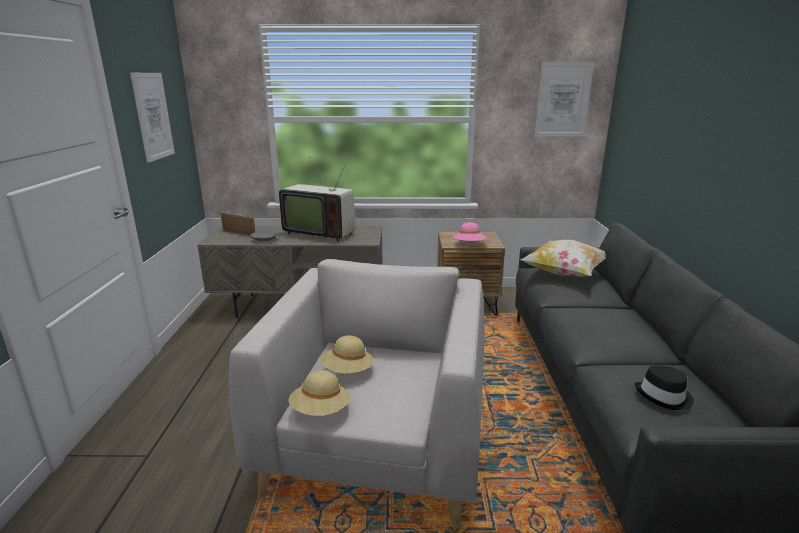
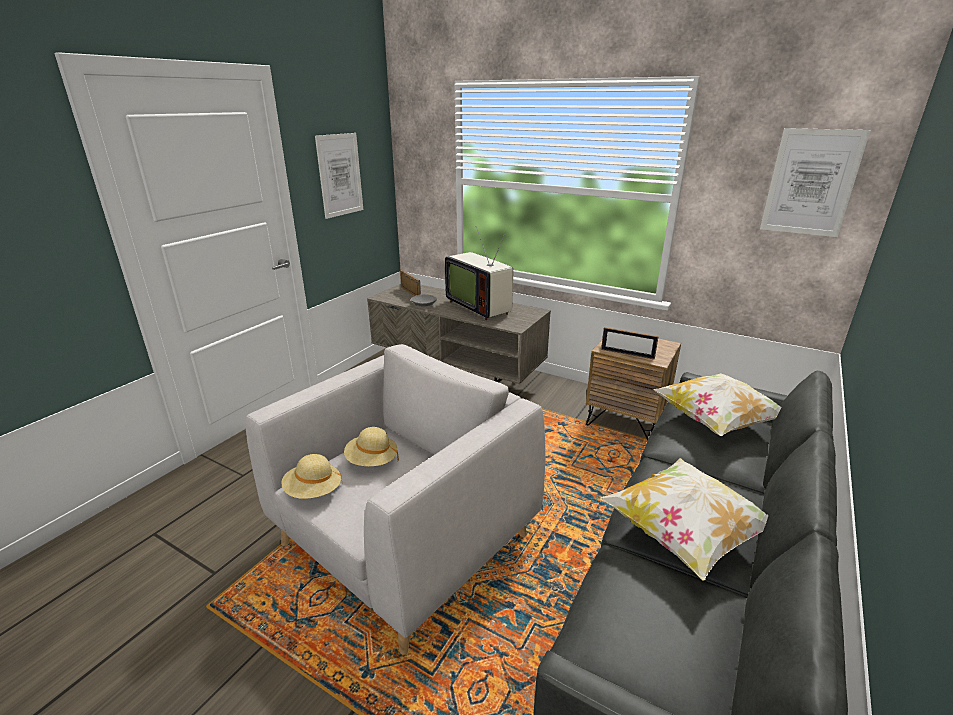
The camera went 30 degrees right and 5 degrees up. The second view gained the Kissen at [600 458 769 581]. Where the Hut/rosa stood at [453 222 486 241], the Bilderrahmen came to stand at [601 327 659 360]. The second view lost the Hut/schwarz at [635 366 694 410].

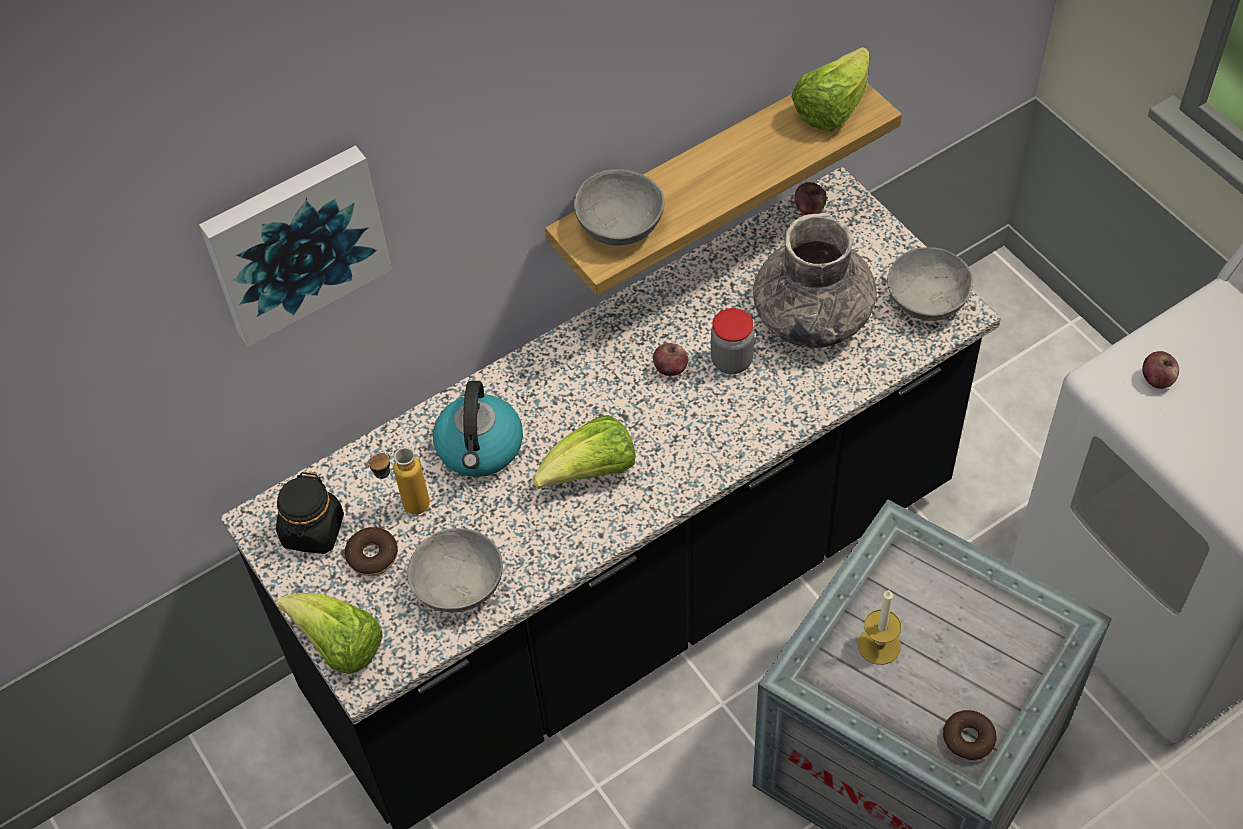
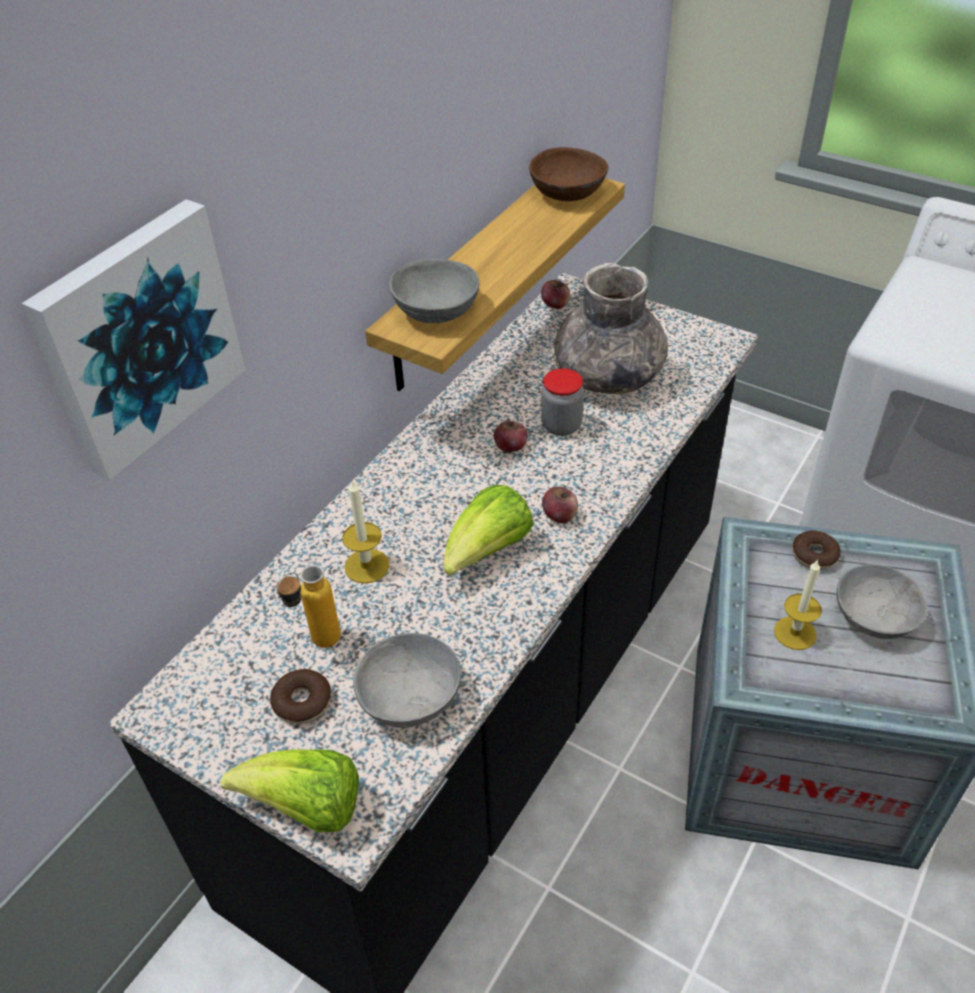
The camera went 25 degrees left and 10 degrees down. Where the Wasserkessel stood at [433 381 523 477], the Kerze came to stand at [342 479 389 584]. Where the Salatkopf stood at [791 47 869 131], the Schüssel/braun came to stand at [529 147 608 201]. The Apfel ended up elsewhere, having gone from [1142 351 1179 389] to [542 486 578 523]. The Donut ended up elsewhere, having gone from [943 710 997 761] to [792 531 841 569]. The Schüssel/grau ended up elsewhere, having gone from [887 247 973 321] to [837 564 928 639]. The second view lost the Vorratsglas/schwarz at [276 472 344 554].

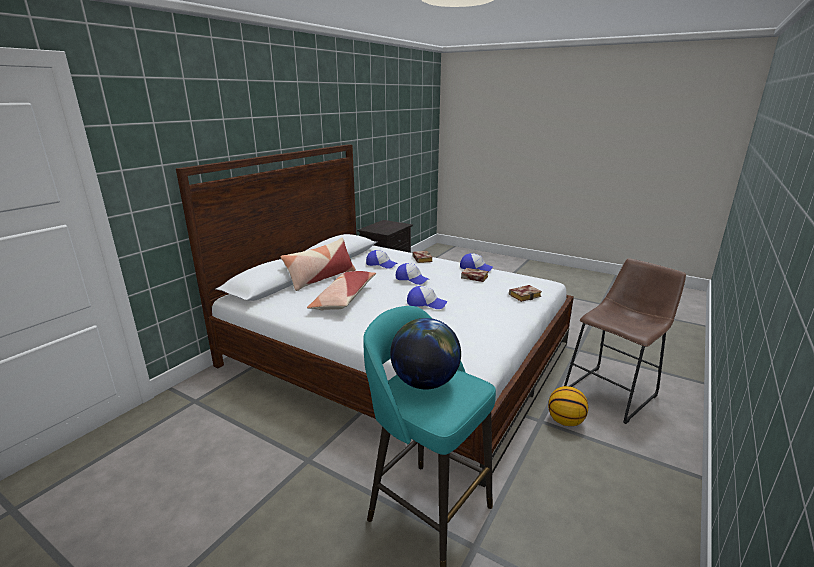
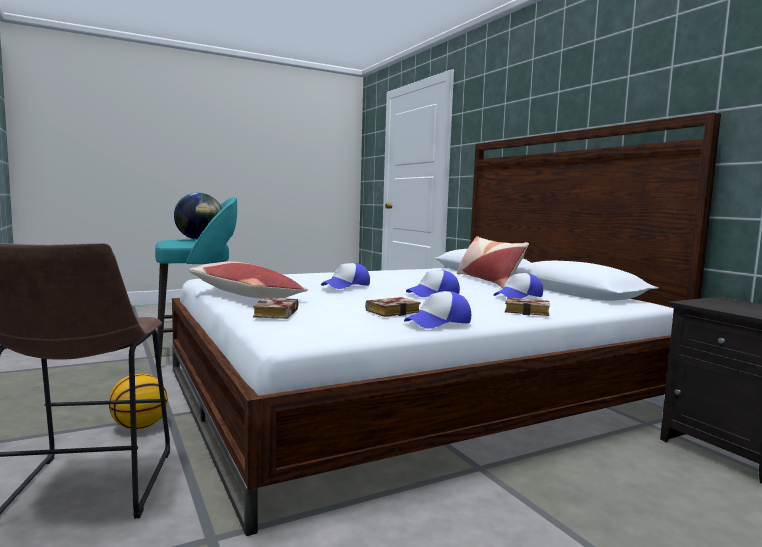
The camera went 120 degrees right and 15 degrees down. The Kissen ended up elsewhere, having gone from [307 271 376 310] to [189 262 308 299].

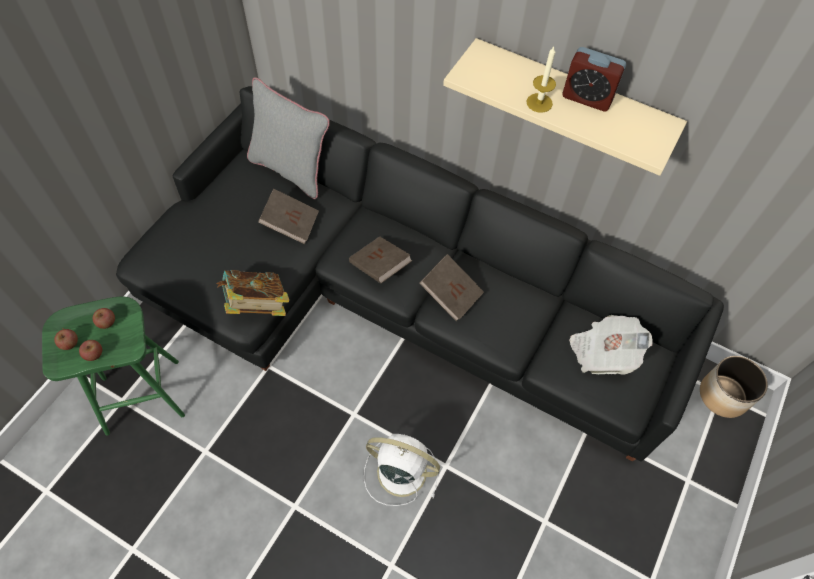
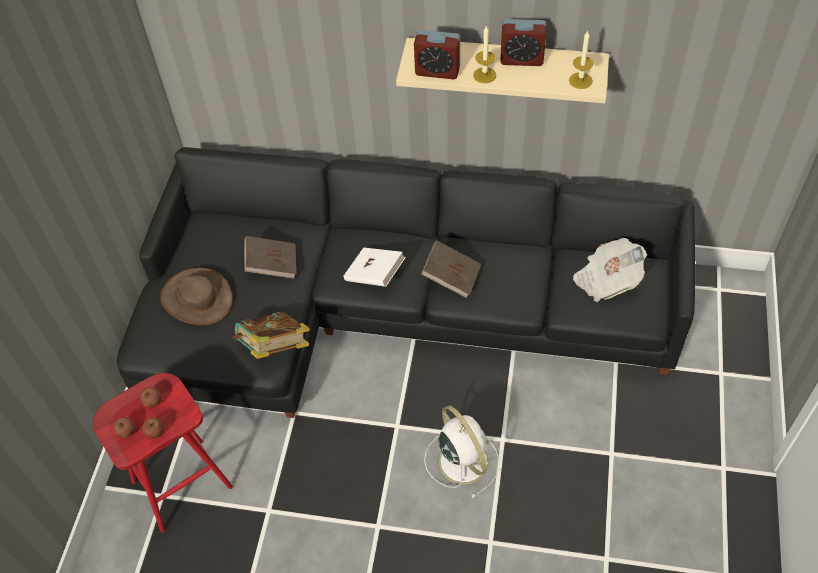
The camera went 15 degrees left and 5 degrees down. What was the Hocker/grün at [42 297 185 436] turned into the Hocker/rot at [93 373 233 533]. The second view gained the Hut/braun at [160 268 233 326]. What was the Buch/braun at [349 237 412 284] turned into the Buch/weiß at [344 248 406 287]. The second view gained the Wecker at [414 30 460 79]. The Ventilator/weiß at [364 434 440 506] ended up facing another way, 60 degrees clockwise from before. The second view gained the Kerze at [569 31 593 89]. The second view lost the Kissen/grau at [247 77 330 199]. The second view lost the Pflanzkübel at [700 356 768 418].

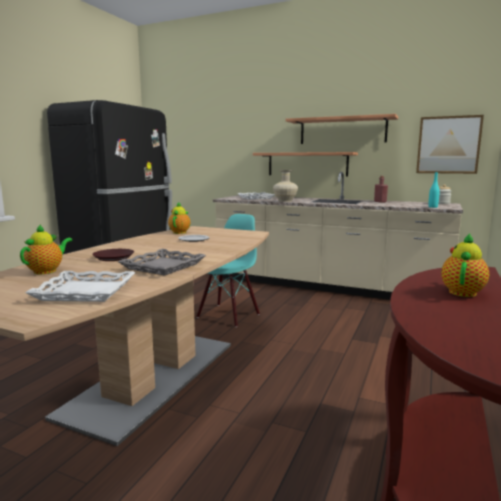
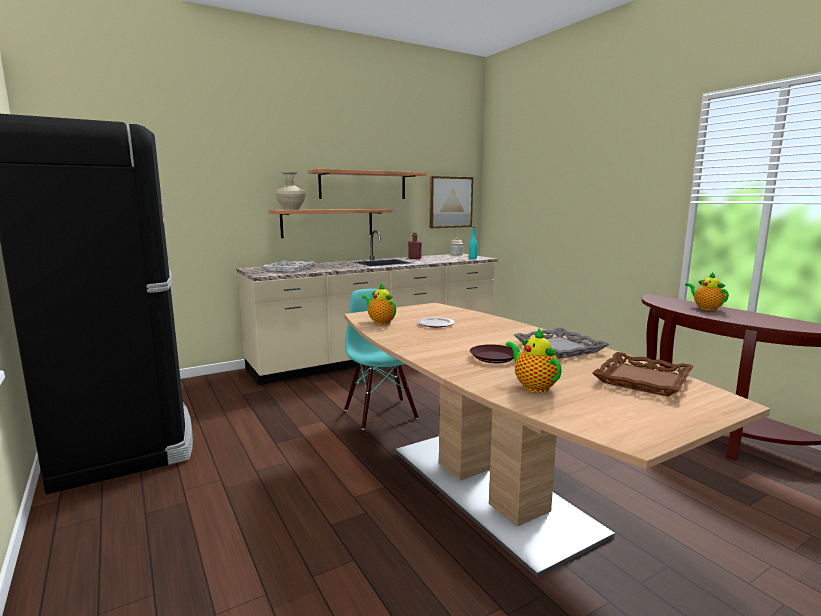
The camera went 55 degrees left and 0 degrees up. The Vase/beige ended up elsewhere, having gone from [273 170 298 202] to [275 172 306 210]. What was the Tablett/weiß at [25 271 136 302] turned into the Tablett/braun at [592 352 694 397].

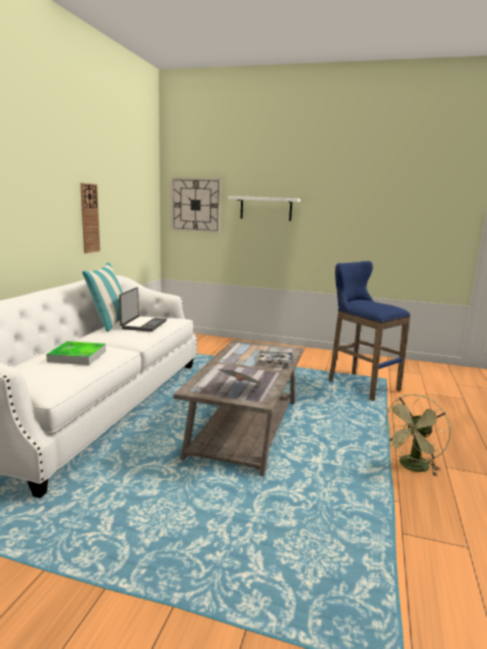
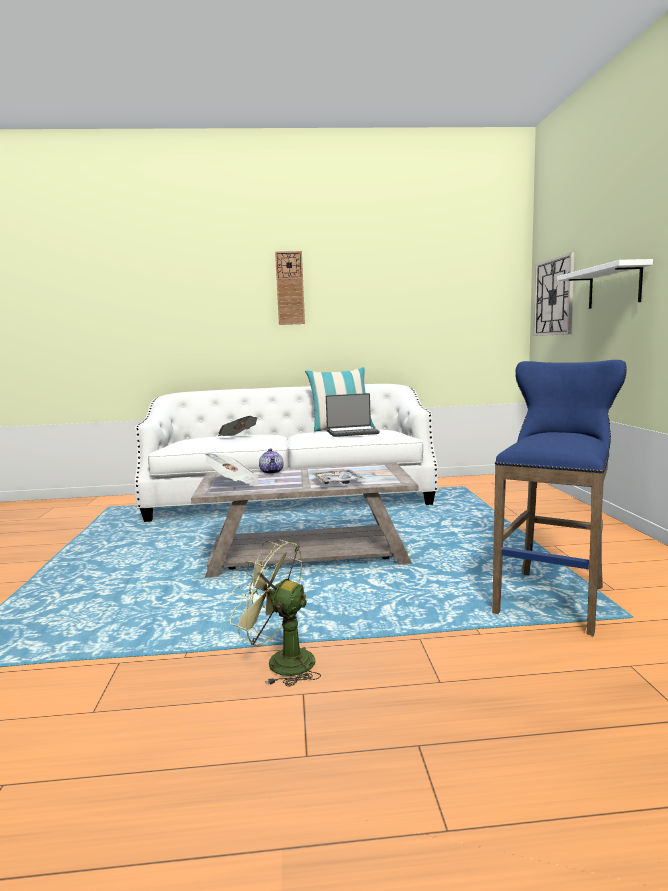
The camera went 70 degrees right and 5 degrees down. Where the Tablett stood at [46 341 106 365], the Zeitung came to stand at [218 416 257 436]. The second view gained the Teekanne at [259 449 283 474]. The Wanduhr ended up elsewhere, having gone from [80 183 100 253] to [275 251 305 325].

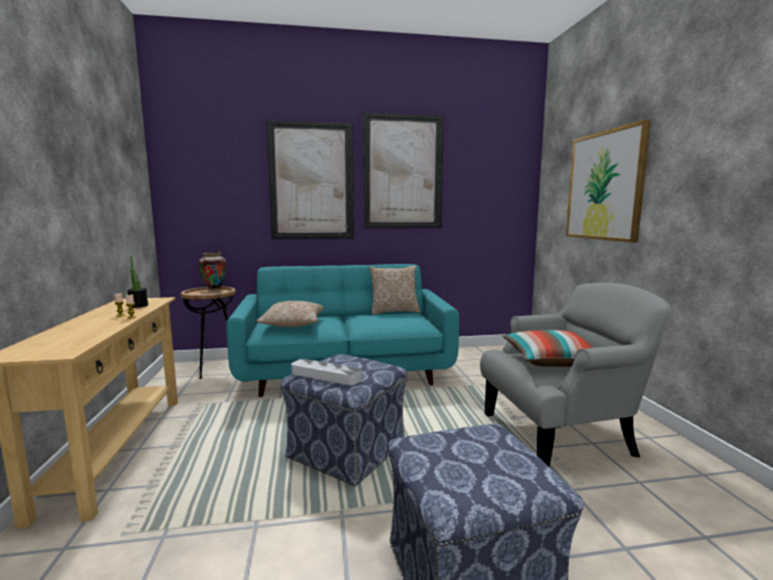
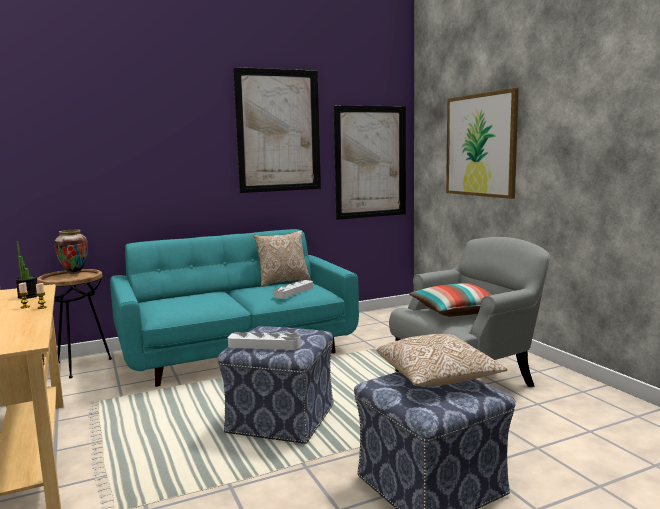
The camera went 15 degrees left and 0 degrees up. The second view gained the Tablett/grau at [273 280 313 299]. The Bild ended up elsewhere, having gone from [266 120 354 239] to [333 105 406 220]. The Kissen ended up elsewhere, having gone from [256 301 324 327] to [377 334 508 386].

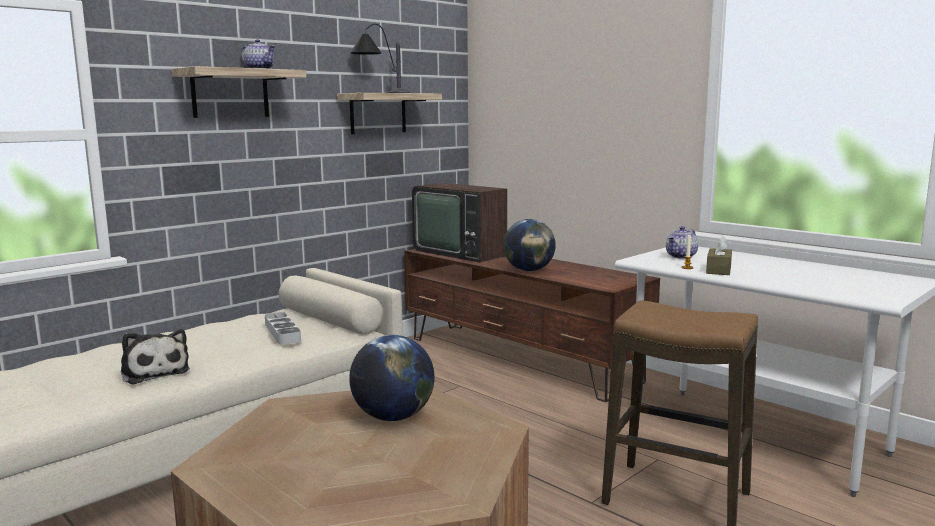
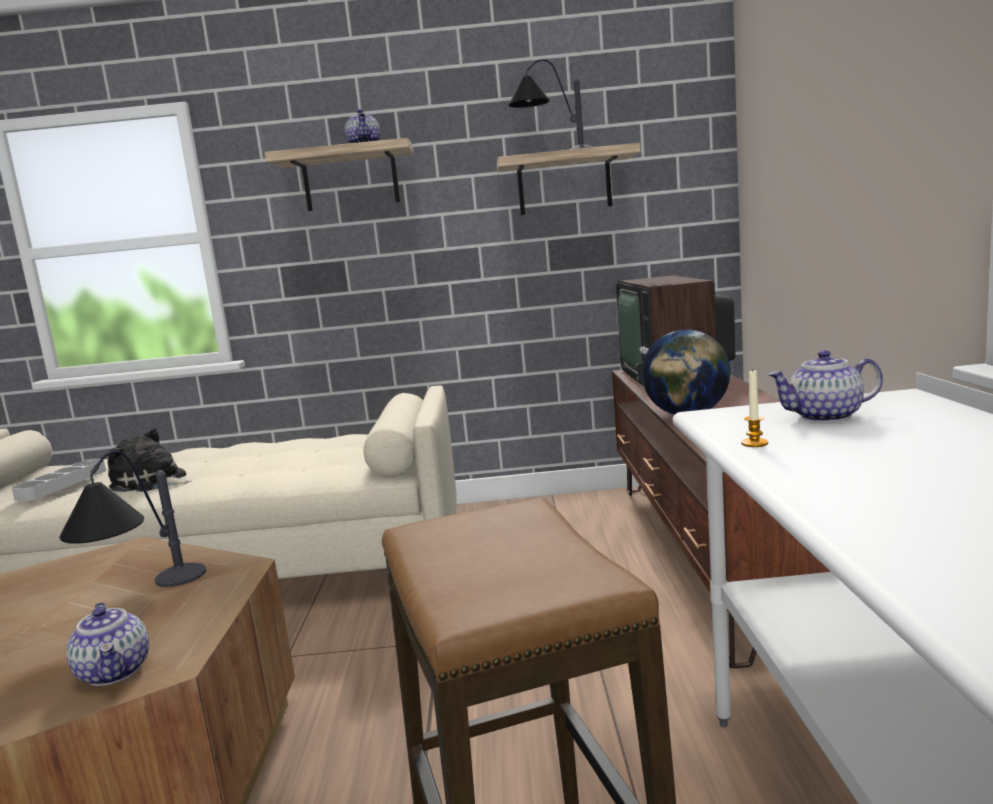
The camera went 45 degrees right and 0 degrees up. The Tablett/grau ended up elsewhere, having gone from [265 312 301 345] to [11 459 106 501]. Where the Globus stood at [349 335 435 421], the Tischlampe came to stand at [60 451 206 587]. The second view gained the Teekanne at [66 602 149 686]. The Plüschtier at [121 329 190 385] ended up facing another way, 105 degrees clockwise from before. The second view lost the Taschentuchbox/braun at [706 236 732 275].

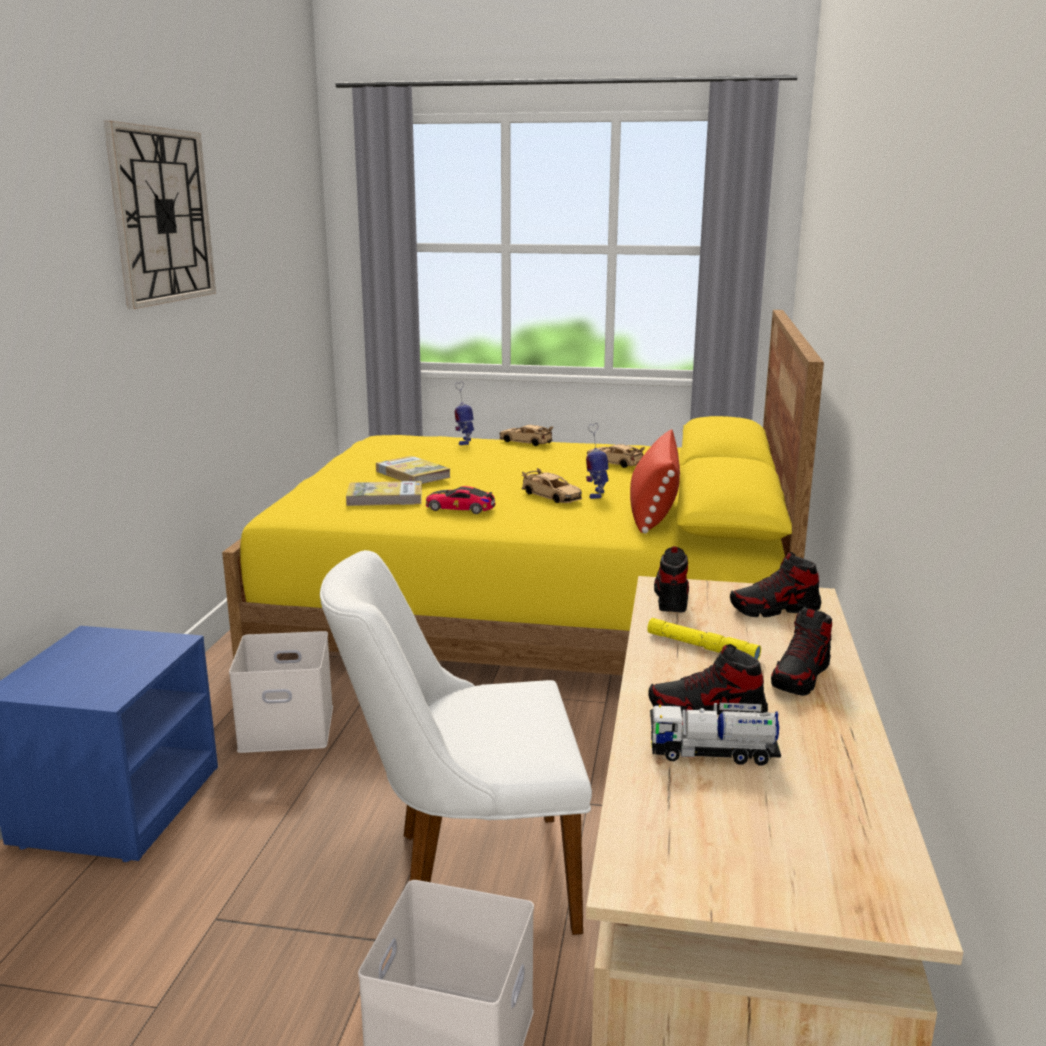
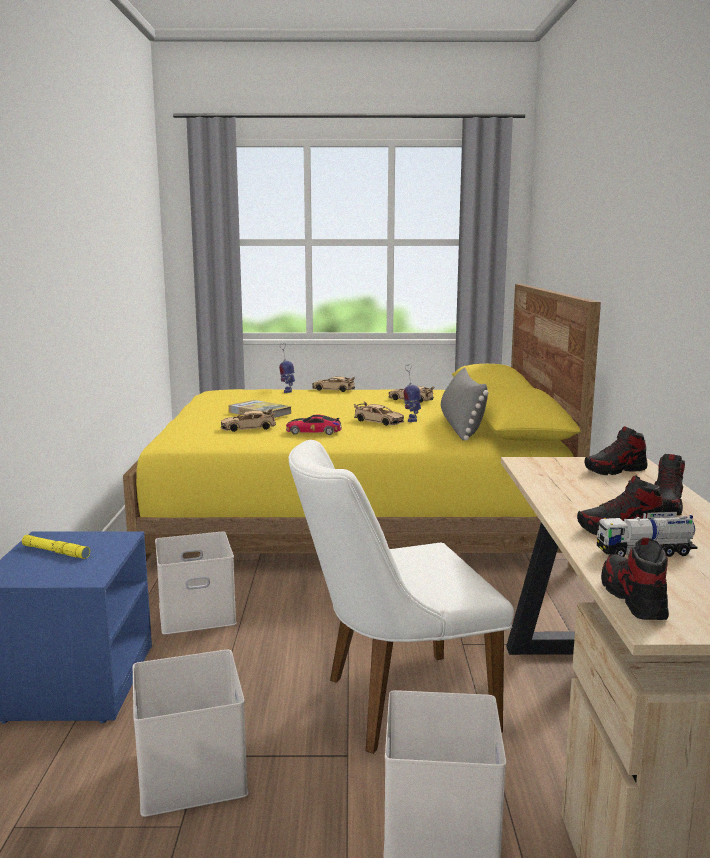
The camera went 10 degrees left and 5 degrees down. The Taschenlampe/gelb ended up elsewhere, having gone from [647 618 761 660] to [22 535 90 559]. The second view gained the Aufbewahrungsbox/weiß at [133 650 249 817]. Where the Buch stood at [346 481 422 506], the Spielzeugauto/beige came to stand at [221 409 276 432]. What was the Kissen/rot at [630 429 680 534] turned into the Kissen/grau at [441 367 489 441]. The Schuh ended up elsewhere, having gone from [654 546 689 613] to [601 537 669 620]. The second view lost the Wanduhr at [104 121 216 309].

